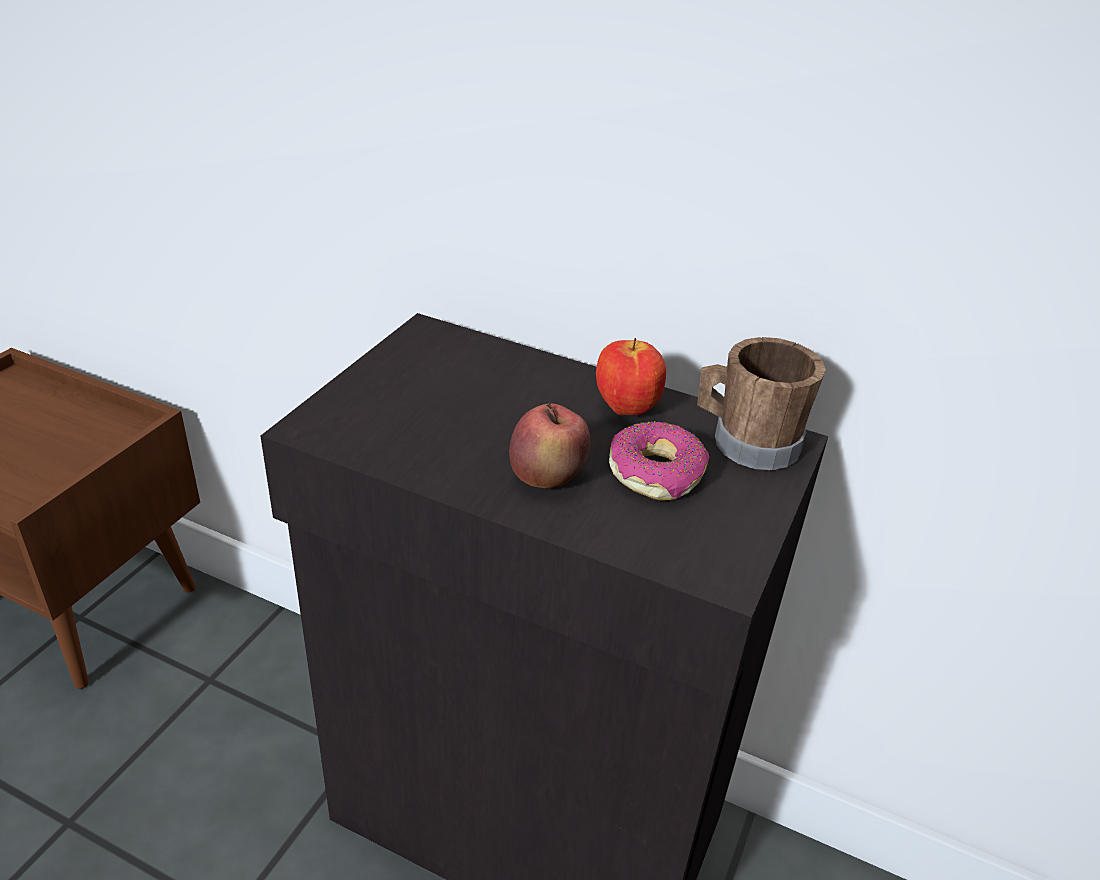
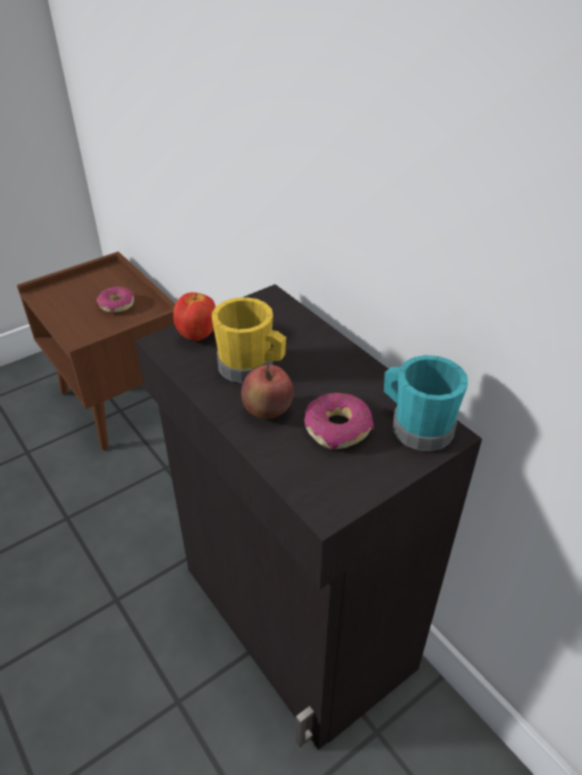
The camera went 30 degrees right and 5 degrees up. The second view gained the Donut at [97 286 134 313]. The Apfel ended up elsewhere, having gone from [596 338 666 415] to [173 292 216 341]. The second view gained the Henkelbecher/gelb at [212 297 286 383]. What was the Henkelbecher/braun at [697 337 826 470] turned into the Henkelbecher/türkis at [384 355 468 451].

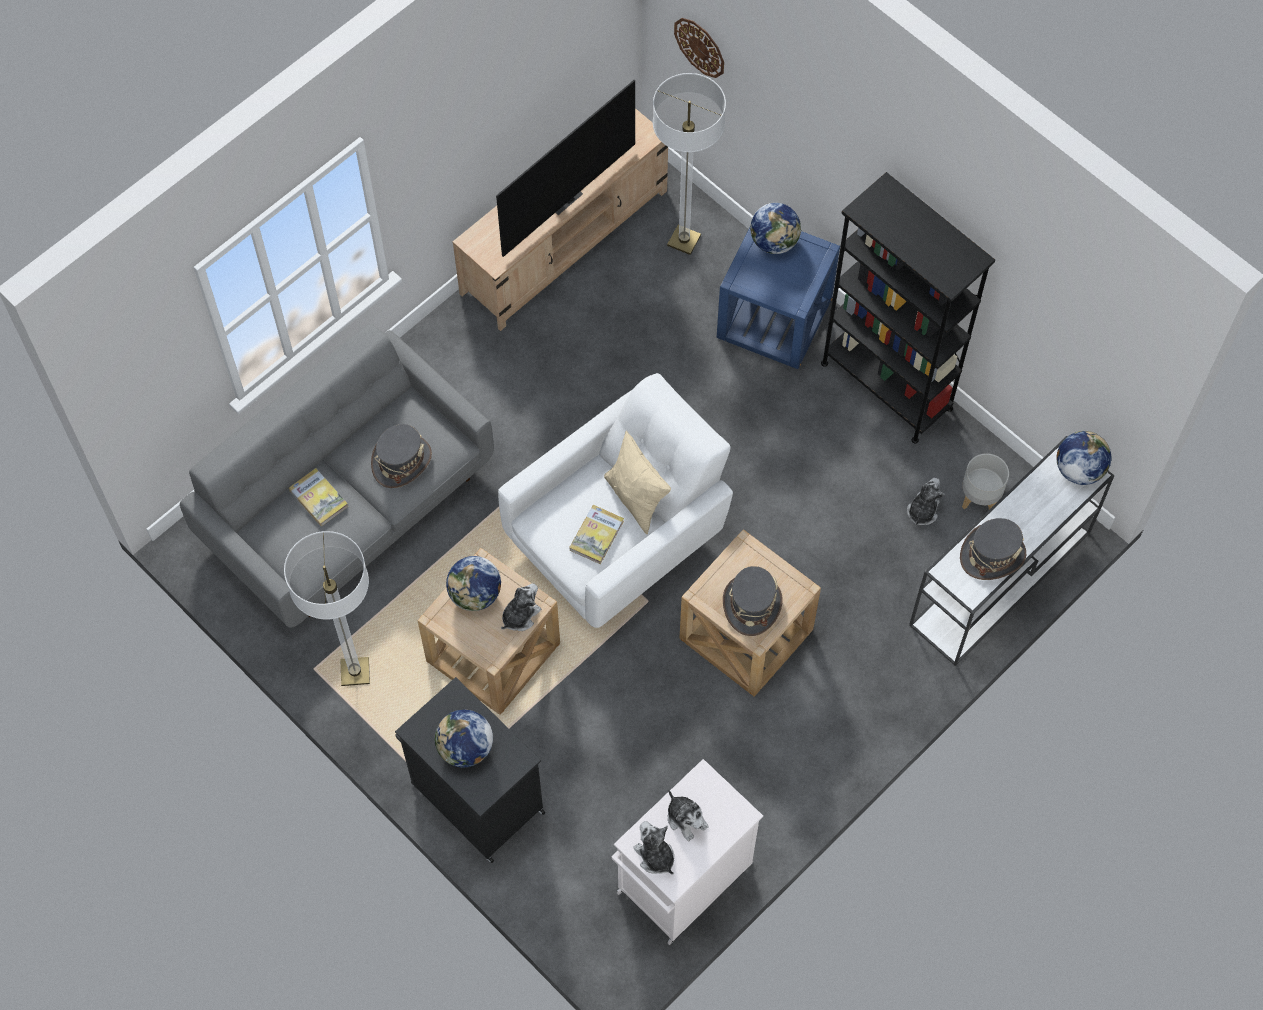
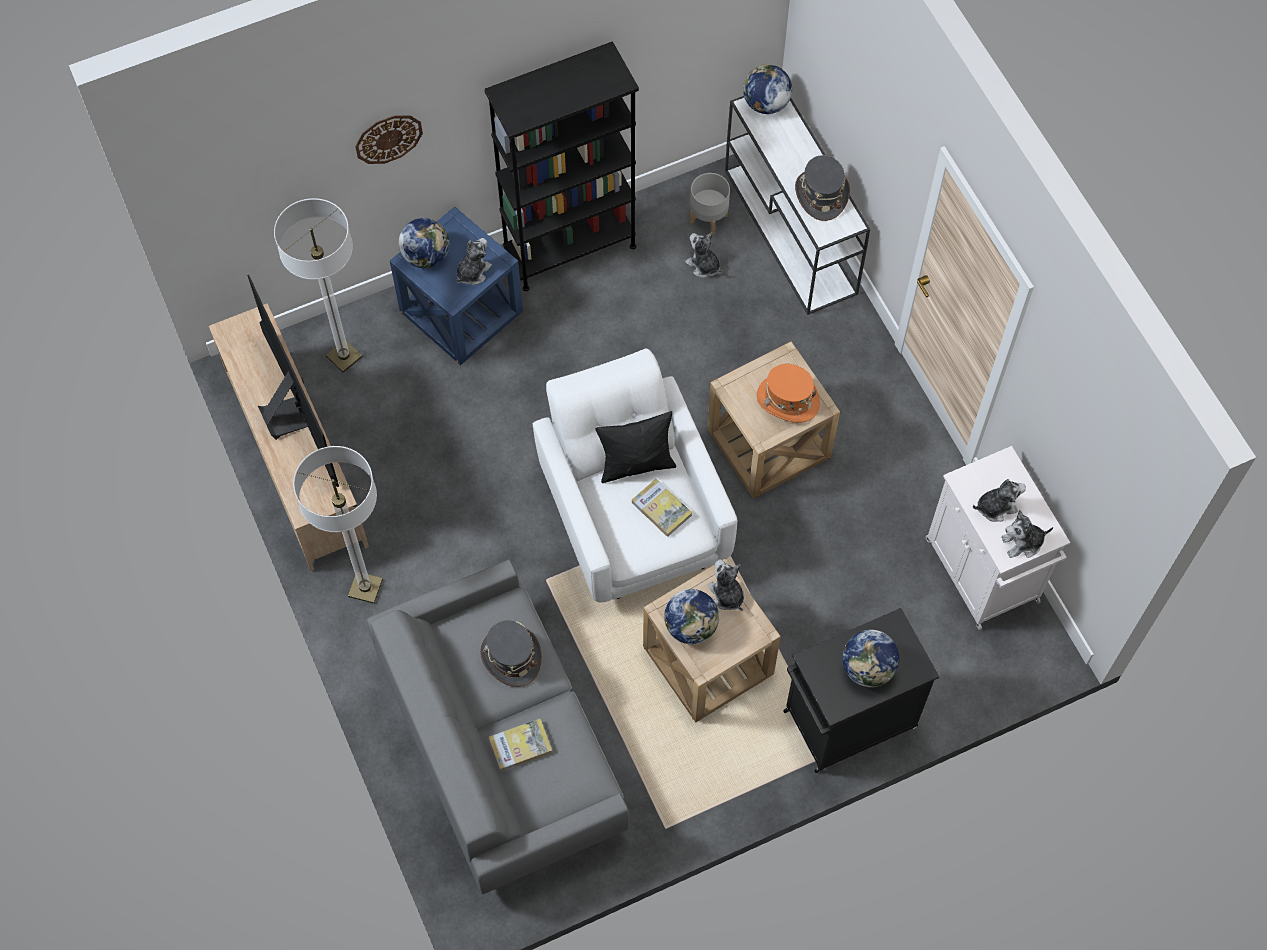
The camera went 70 degrees left and 0 degrees up. The Stehlampe ended up elsewhere, having gone from [284 531 370 686] to [293 446 383 603]. The Wanduhr ended up elsewhere, having gone from [674 18 724 78] to [355 115 423 164]. The second view gained the Plüschtier at [456 238 492 285]. What was the Kissen/beige at [604 430 671 534] turned into the Kissen/schwarz at [595 411 676 483]. What was the Hut/grau at [723 566 783 636] turned into the Hut/orange at [756 363 820 423].

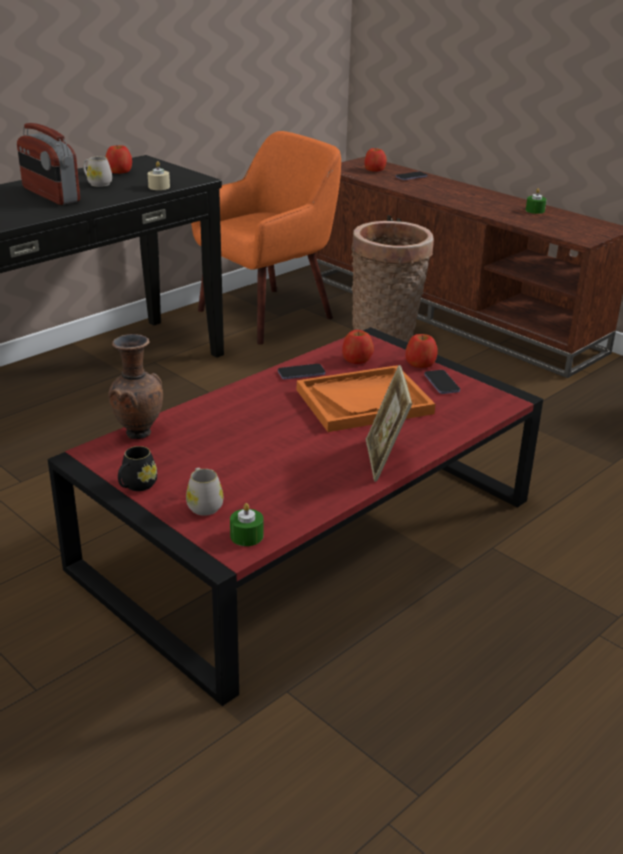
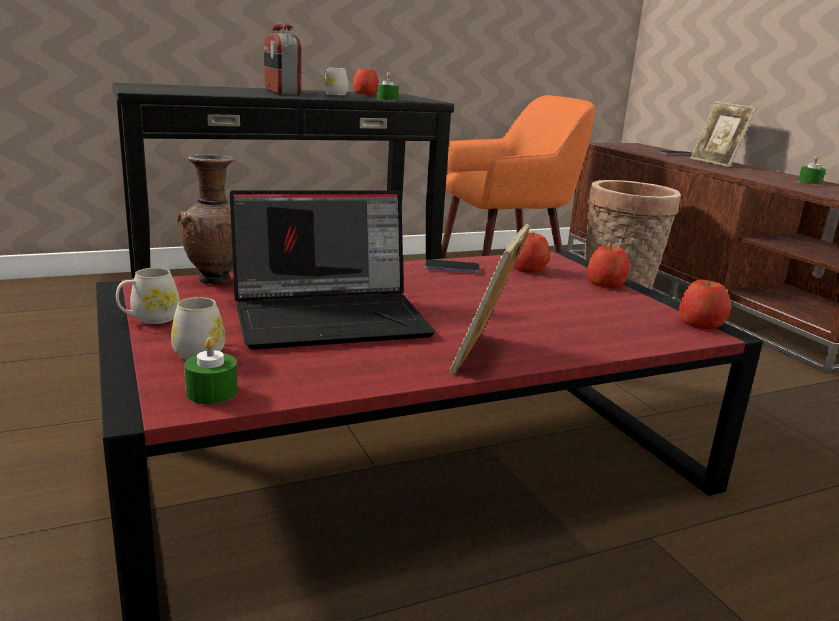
The camera went 20 degrees right and 10 degrees down. What was the Henkelbecher/schwarz at [118 446 157 491] turned into the Henkelbecher/weiß at [116 268 180 324]. The second view gained the Laptop at [230 190 435 349]. What was the Kerze/beige at [148 161 170 190] turned into the Kerze/grün at [377 72 399 100]. The Apfel ended up elsewhere, having gone from [364 148 387 172] to [679 279 731 329]. The second view gained the Bilderrahmen at [690 102 757 167]. The second view lost the Tablett/orange at [297 365 435 432]. The second view lost the Handy at [424 370 460 394].

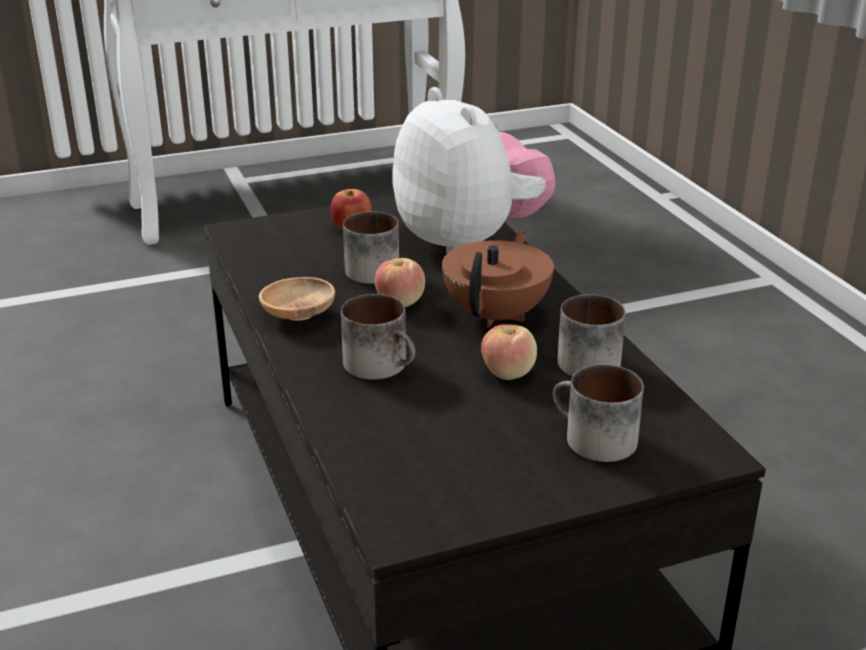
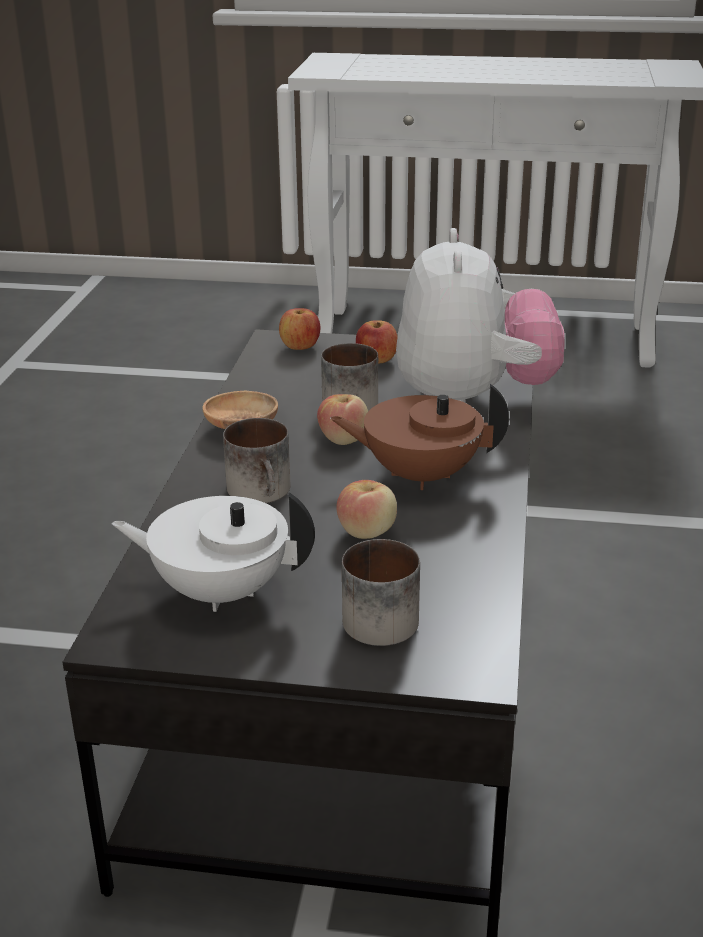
The camera went 30 degrees right and 0 degrees up. The second view gained the Teekanne/weiß at [112 493 315 612]. The second view gained the Apfel at [279 308 320 350]. The Teekanne/braun at [442 230 554 328] ended up facing another way, 135 degrees counterclockwise from before. The second view lost the Henkelbecher at [557 294 626 376].

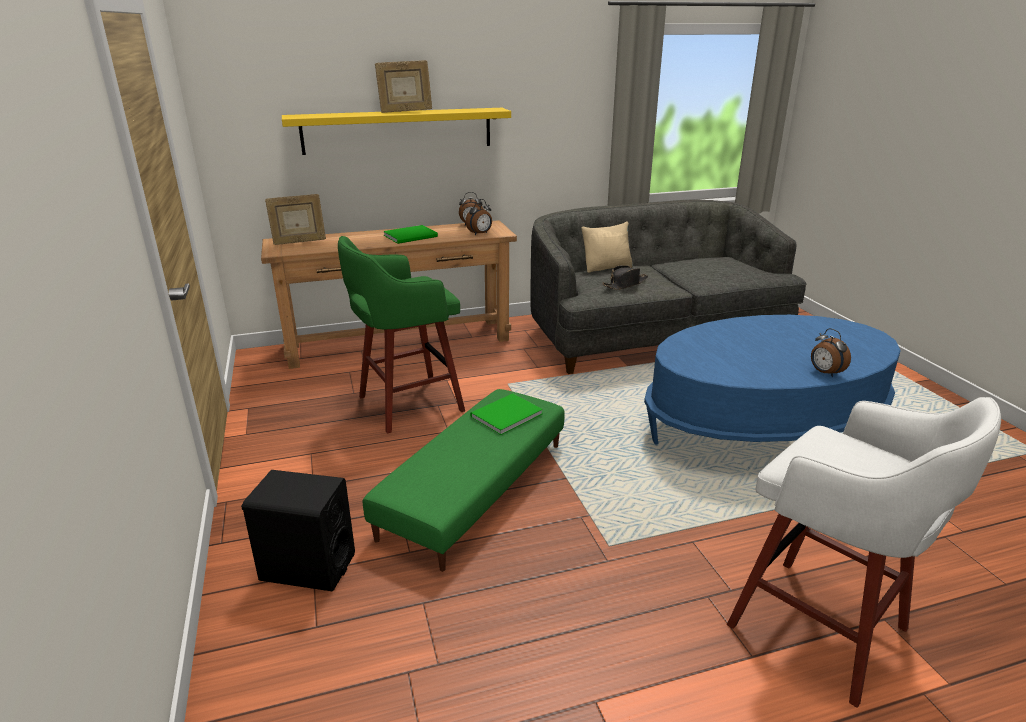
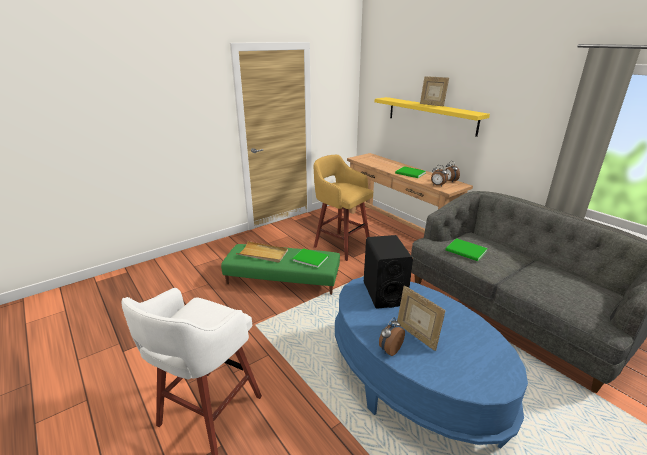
The camera went 70 degrees right and 0 degrees up. The second view gained the Tablett/beige at [236 241 288 263]. What was the Hocker/grün at [338 236 465 434] turned into the Hocker/gelb at [314 155 373 261]. The Lautsprecher/schwarz ended up elsewhere, having gone from [241 470 355 591] to [364 235 413 309]. The Bilderrahmen ended up elsewhere, having gone from [265 194 326 245] to [398 286 446 351]. Where the Hut/schwarz stood at [602 265 648 290], the Buch/grün came to stand at [446 238 488 261]. The second view lost the Kissen/beige at [581 222 633 273].

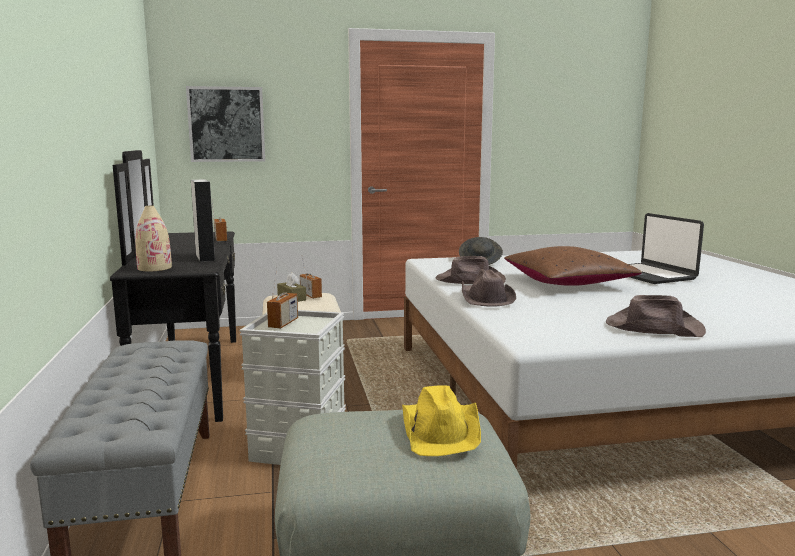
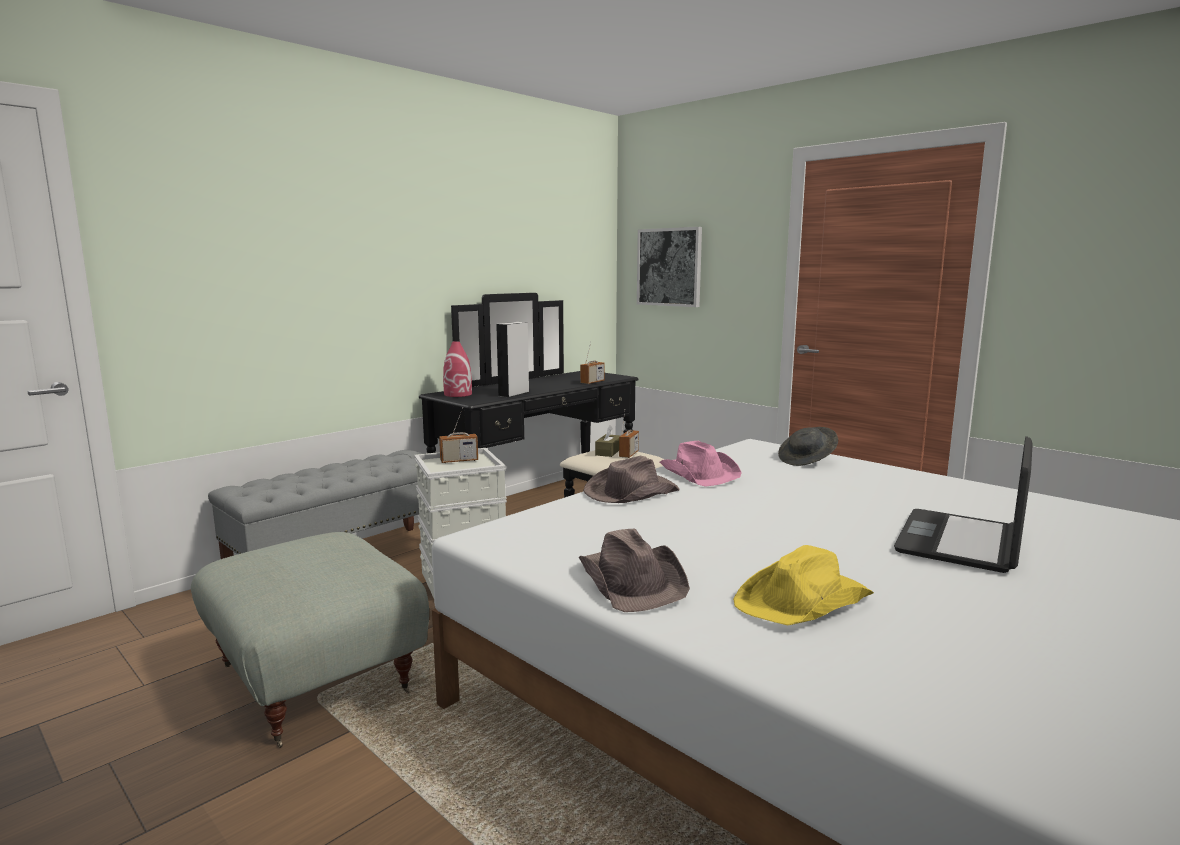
The camera went 55 degrees right and 0 degrees up. What was the Vase/beige at [135 206 172 272] turned into the Vase/rot at [443 341 472 397]. What was the Hut/braun at [435 256 506 284] turned into the Hut/rosa at [660 441 742 487]. The Hut/gelb ended up elsewhere, having gone from [402 385 481 456] to [733 545 874 625]. The second view lost the Kissen/braun at [504 246 642 286].

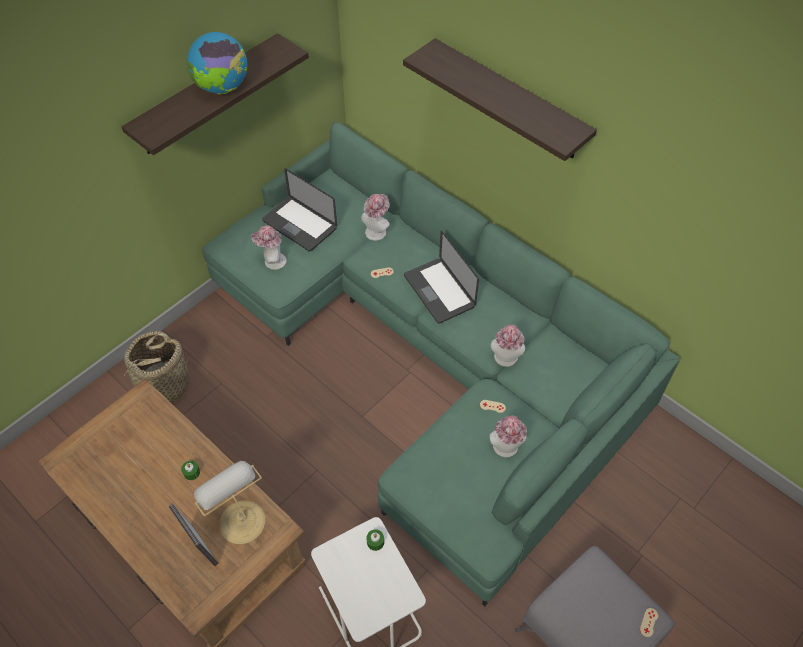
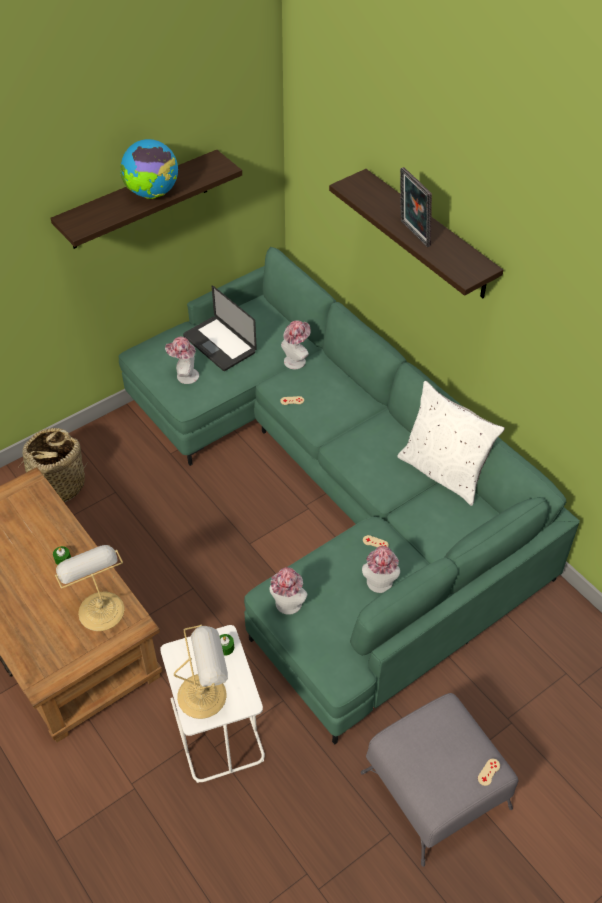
The camera went 10 degrees right and 5 degrees down. The second view gained the Tischlampe at [174 625 228 719]. The Hut ended up elsewhere, having gone from [491 324 525 367] to [269 567 308 615]. The second view gained the Kissen/weiß at [397 381 505 506]. The Bilderrahmen ended up elsewhere, having gone from [168 504 219 566] to [400 167 432 247]. The second view lost the Laptop at [404 231 479 324].

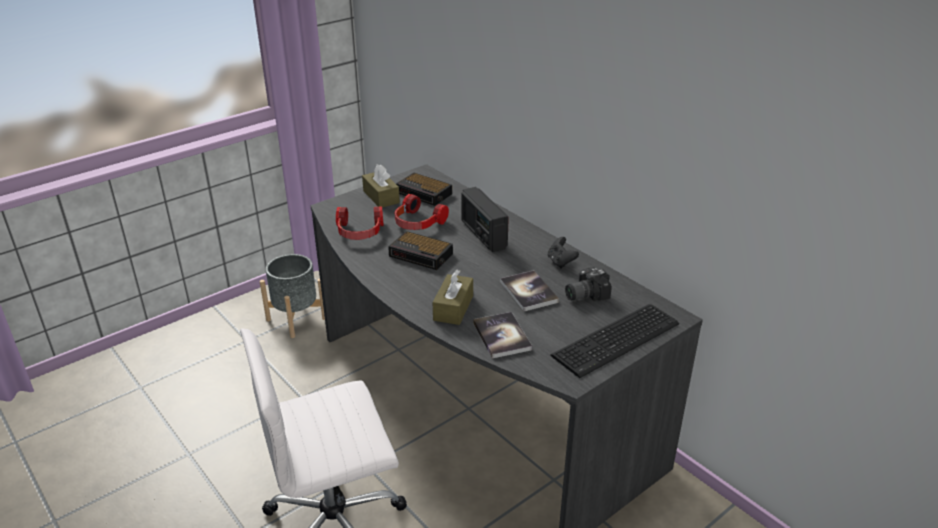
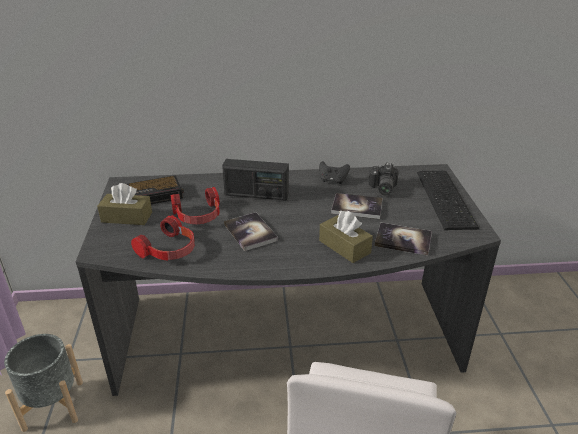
The camera went 55 degrees left and 0 degrees up. Where the Wecker stood at [388 231 453 270], the Buch came to stand at [224 212 278 251].

